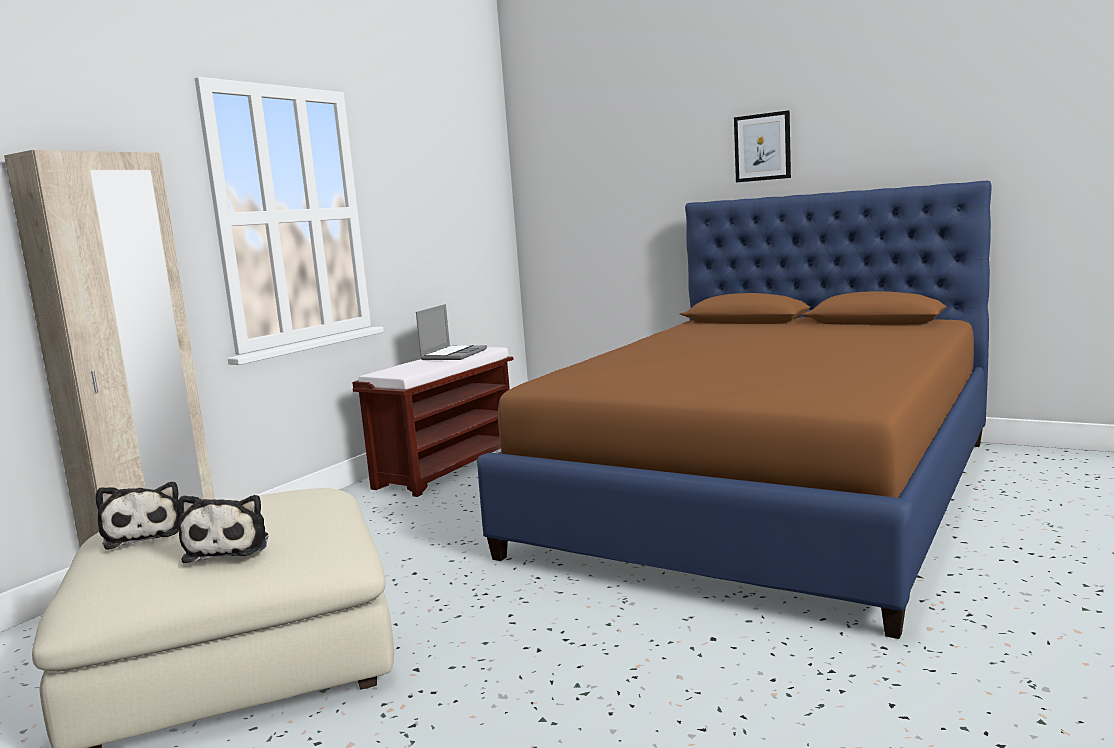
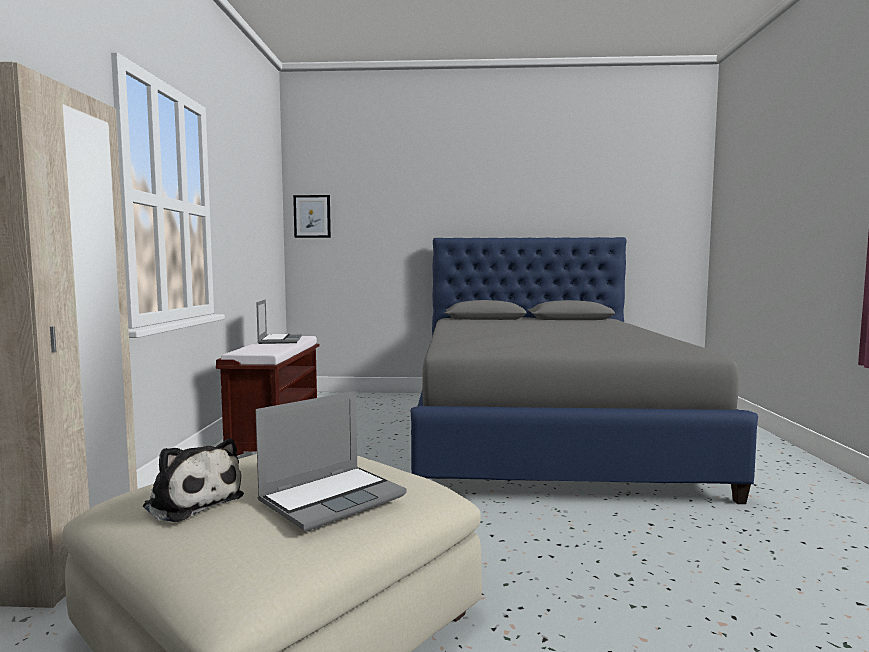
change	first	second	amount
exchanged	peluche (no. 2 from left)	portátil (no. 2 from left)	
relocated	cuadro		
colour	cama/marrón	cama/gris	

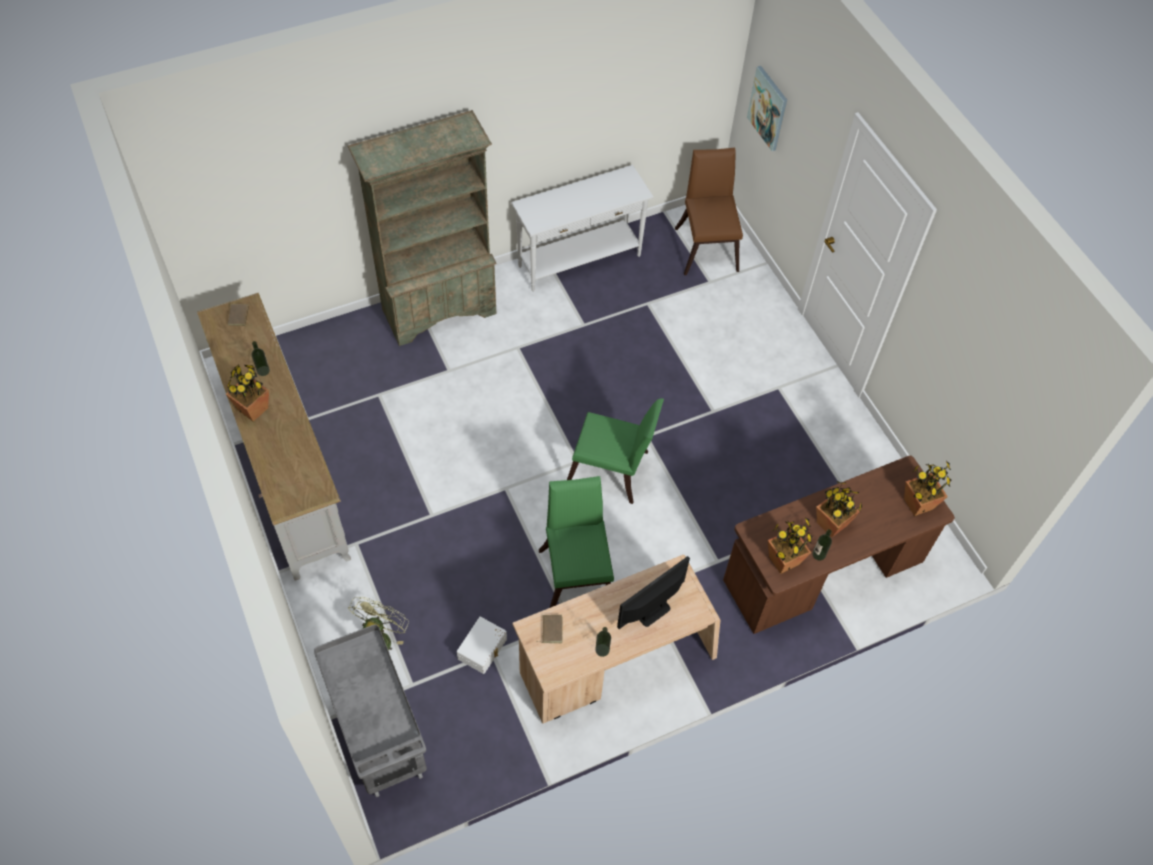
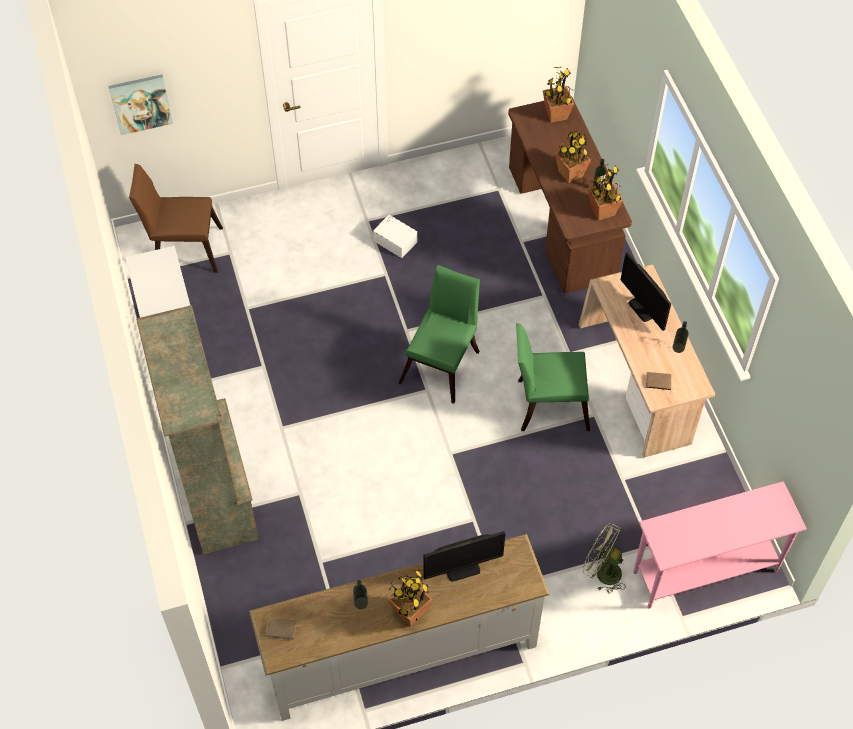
change	first	second	amount
relocated	caja de almacenaje/blanco		
appeared		monitor (no. 1 from left)	
exchanged	carrito/gris	mesa consola/rosa	

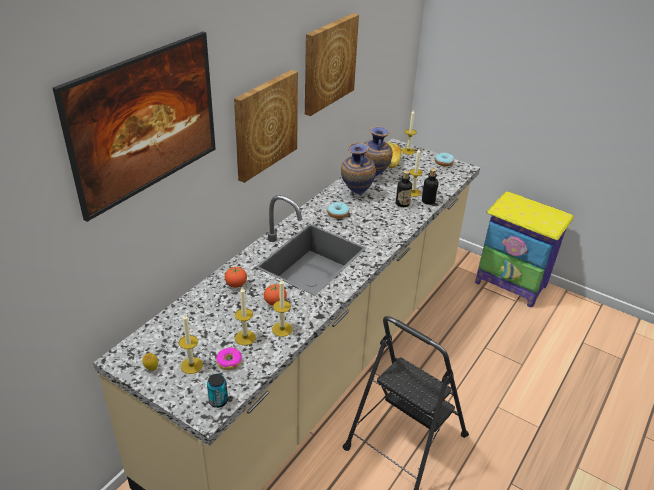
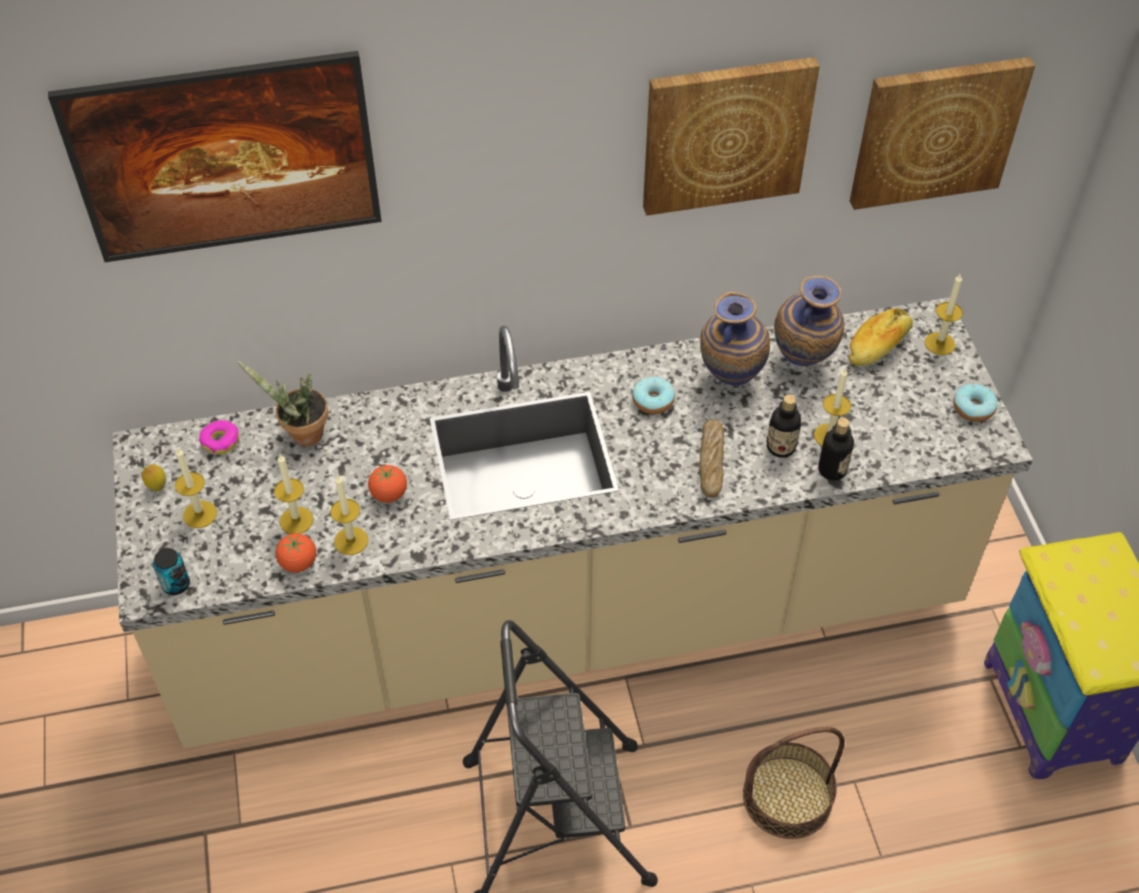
change	first	second	amount
relocated	rosquilla (no. 1 from left)		
appeared		planta en maceta	
relocated	tomate (no. 1 from left)		
appeared		pan (no. 1 from left)	
appeared		cesta	
relocated	cuadro (no. 2 from left in the first image)	cuadro (no. 3 from left)	

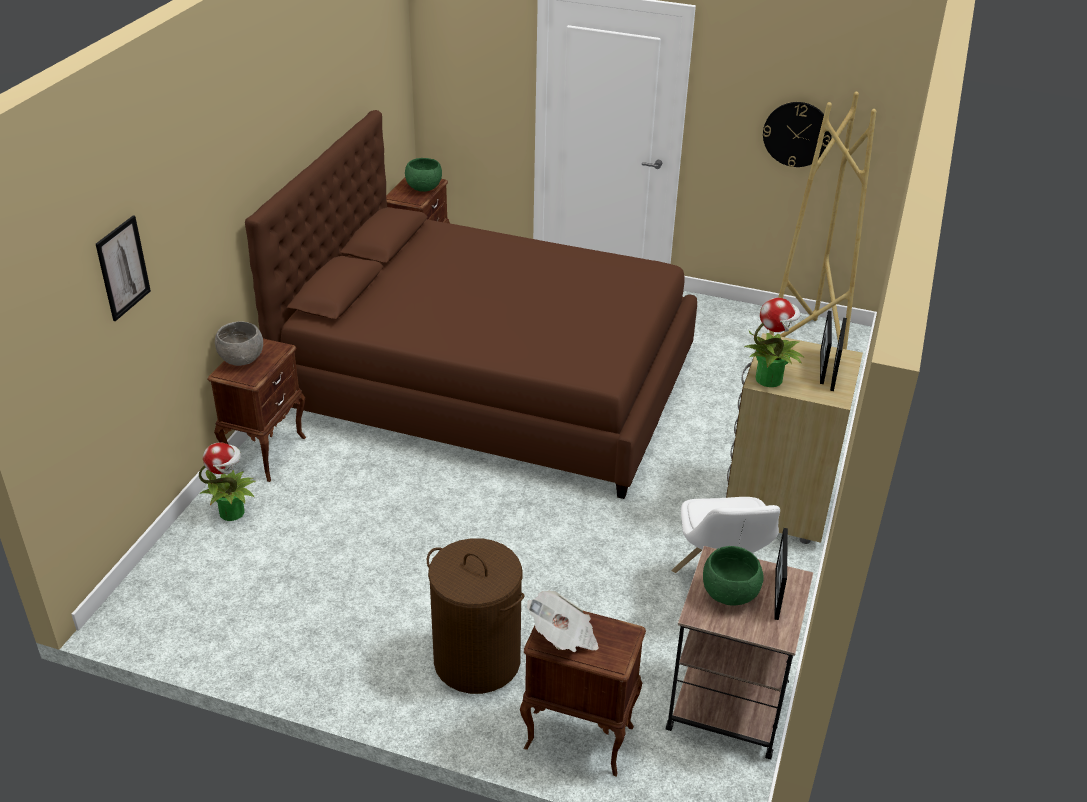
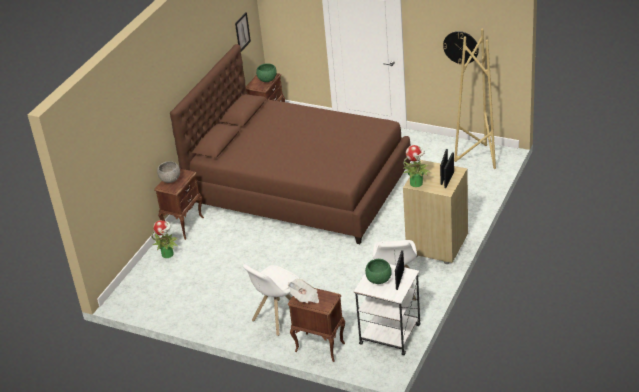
change	first	second	amount
relocated	cuadro		
exchanged	cesto de la ropa/marrón	silla/blanco (no. 1 from left)	
colour	carrito/marrón	carrito/blanco	

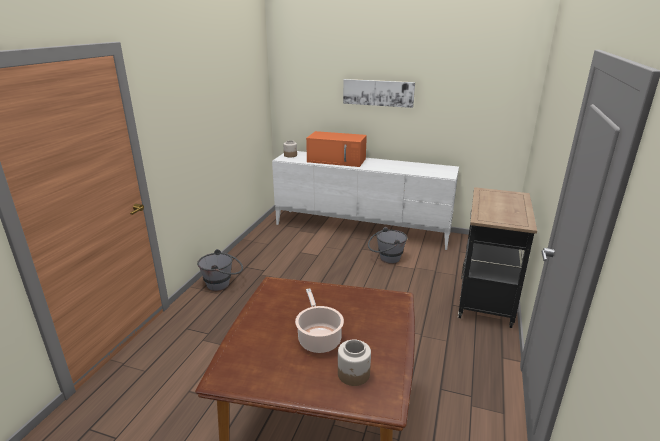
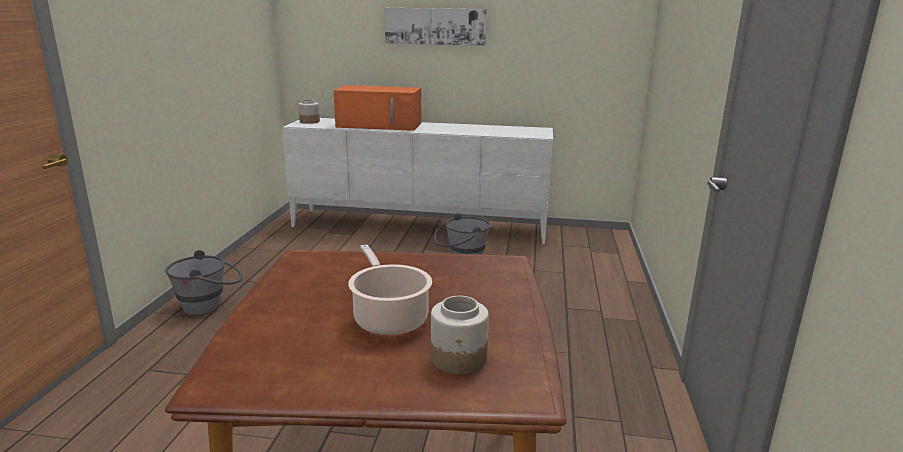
change	first	second	amount
missing	carrito/negro		

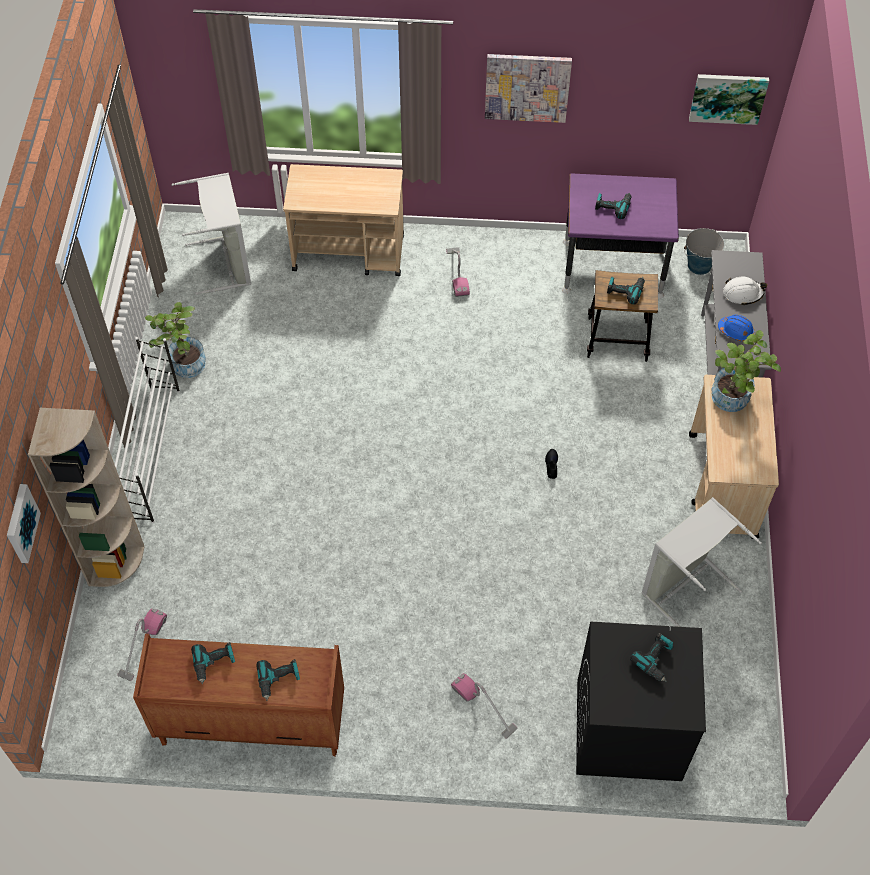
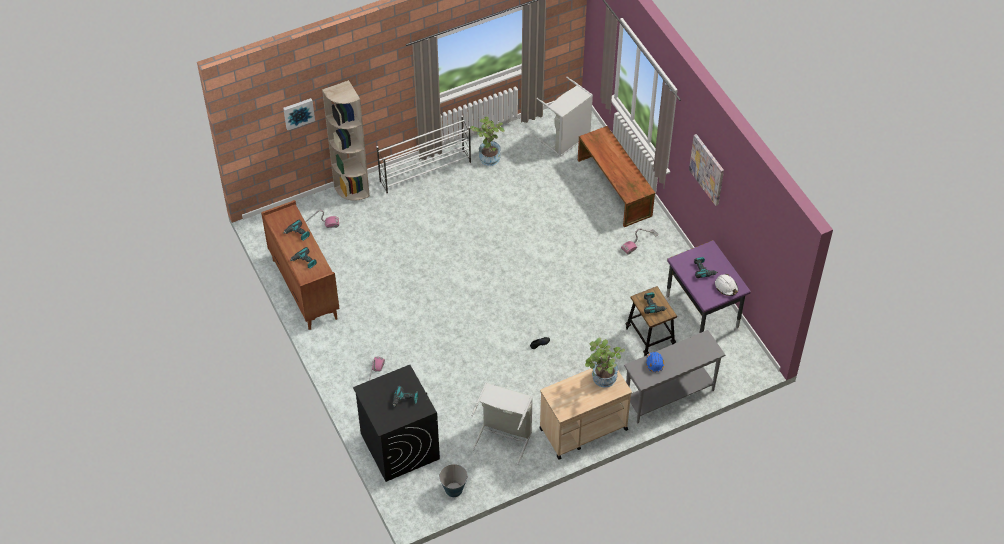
change	first	second	amount
relocated	cubo		
exchanged	carrito/beis (no. 1 from left)	banco/marrón	
relocated	casco/blanco		
missing	cuadro (no. 3 from left)		

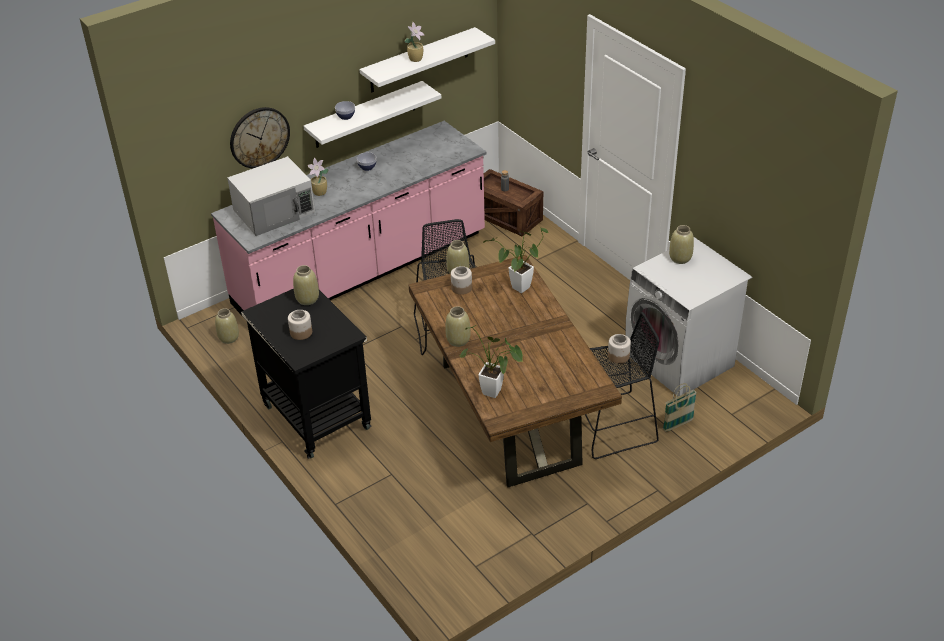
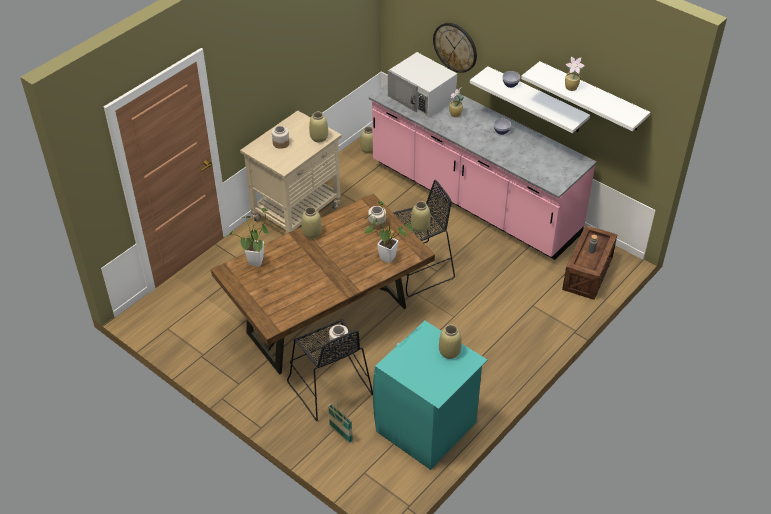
change	first	second	amount
colour	carrito/negro	carrito/beis	
colour	lavadora/blanco	lavadora/turquesa	

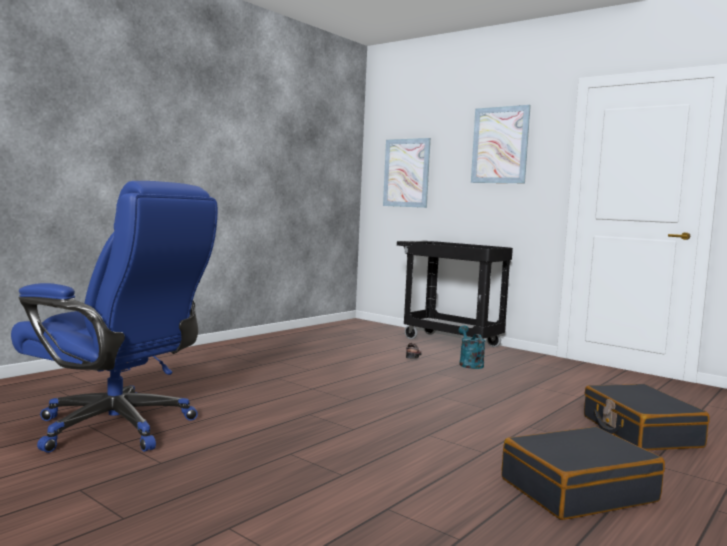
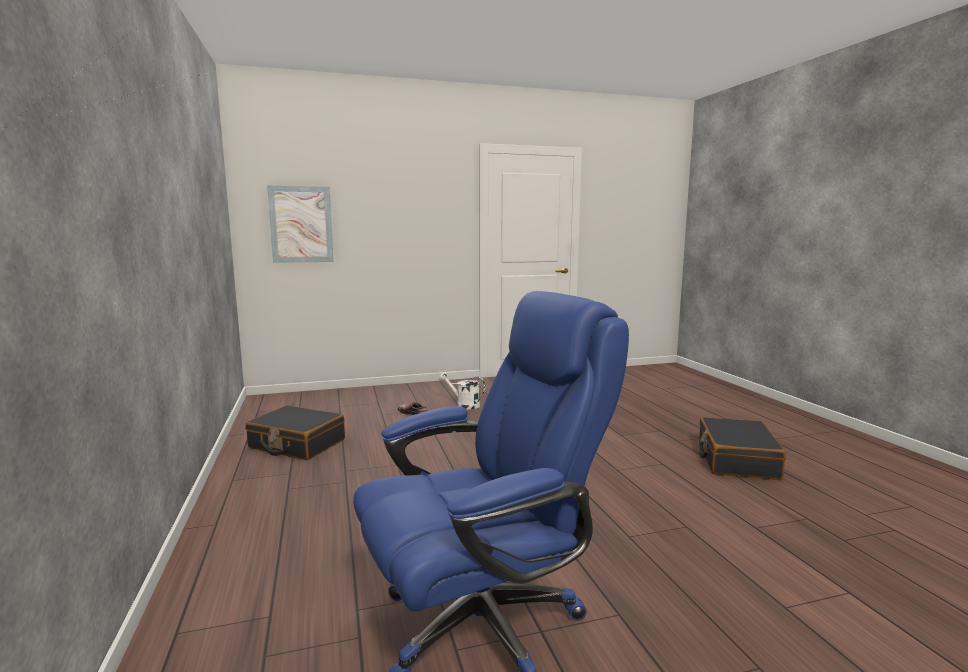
change	first	second	amount
relocated	maleta/negro (no. 2 from left in the first image)	maleta/negro (no. 1 from left)	
colour	regadera/turquesa	regadera/blanco	
missing	carrito/negro		
missing	cuadro (no. 2 from left)		

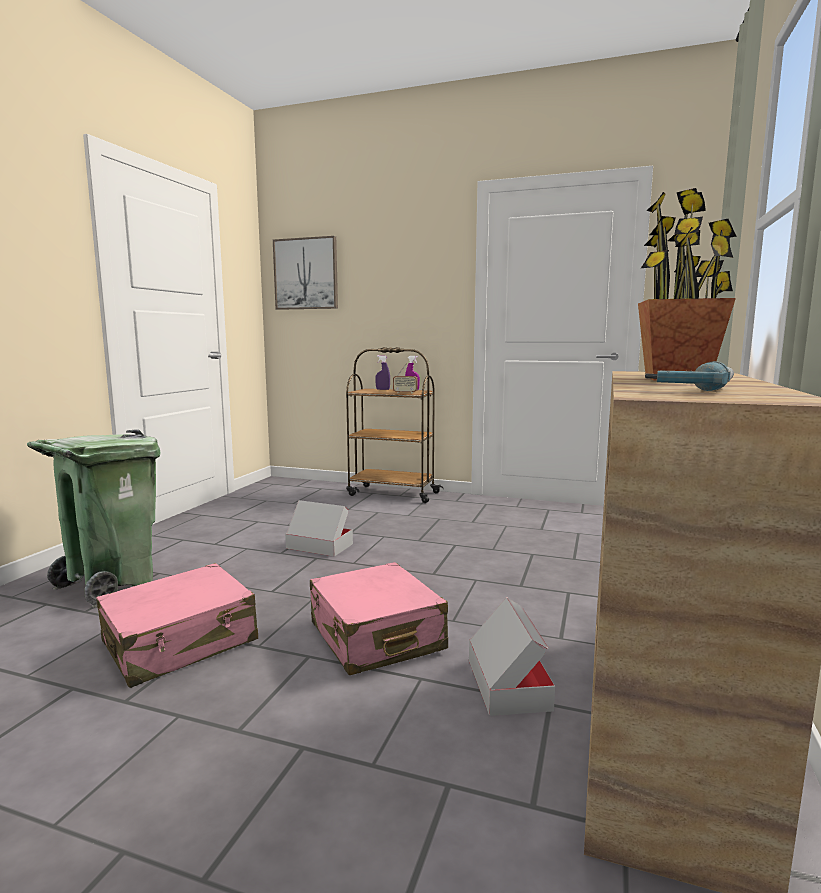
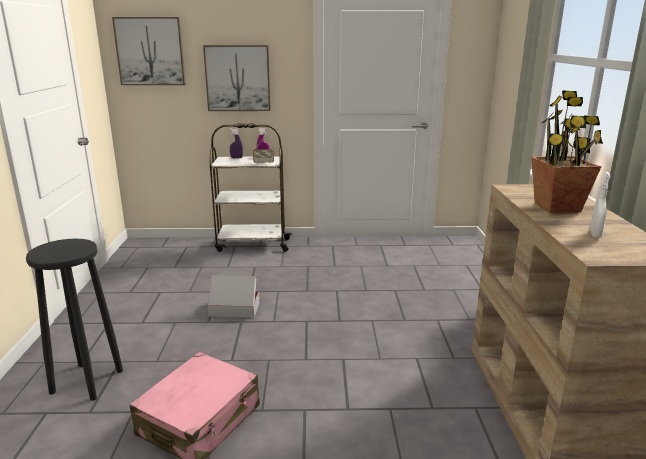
change	first	second	amount
exchanged	papelera/verde	taburete/negro	
appeared		cuadro (no. 2 from left)	
colour	carrito/marrón	carrito/blanco	
exchanged	taladro	pulverizador/blanco	
missing	maleta/rosa (no. 2 from left)		
missing	caja de cartón (no. 2 from left)		

